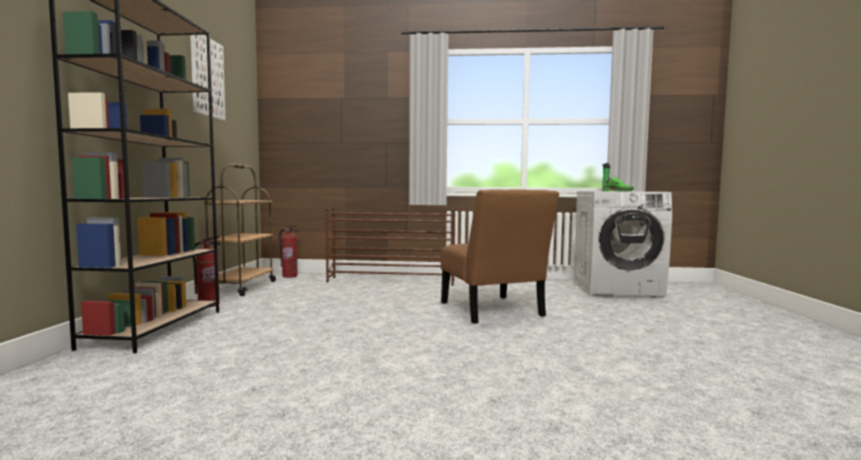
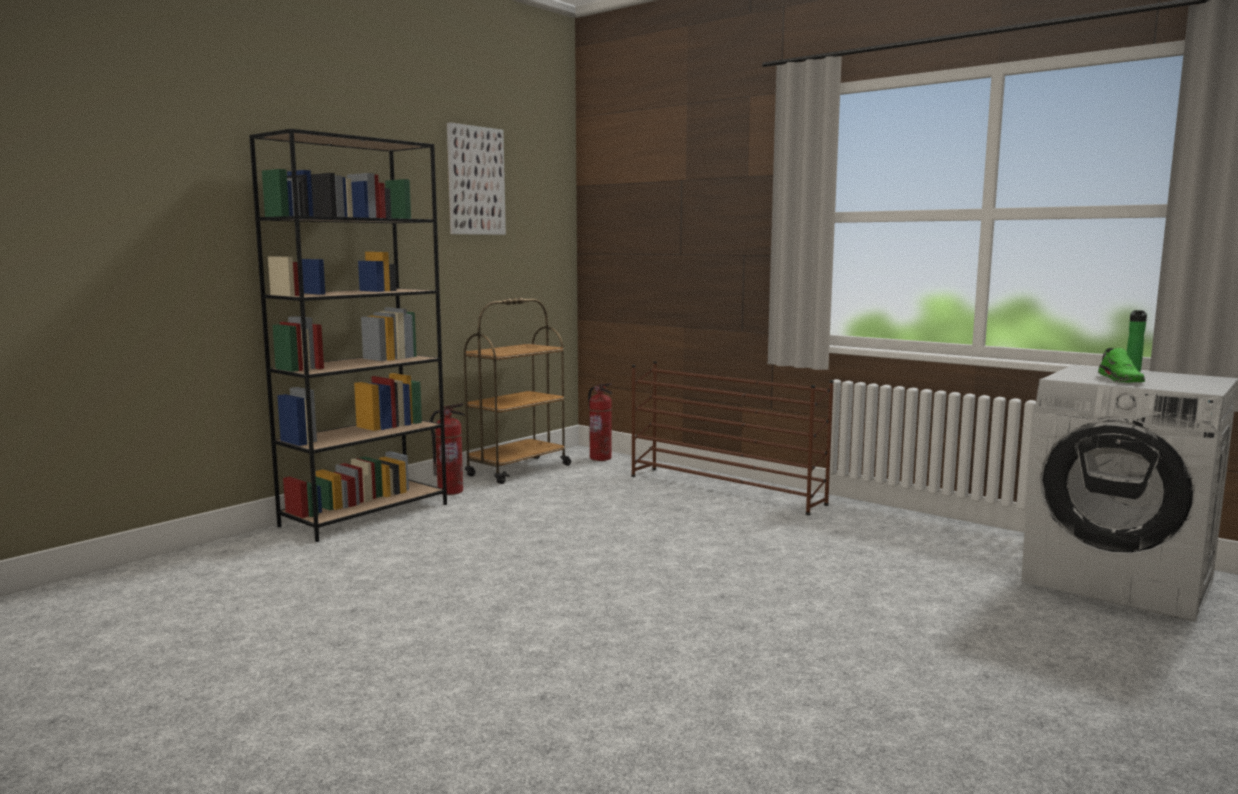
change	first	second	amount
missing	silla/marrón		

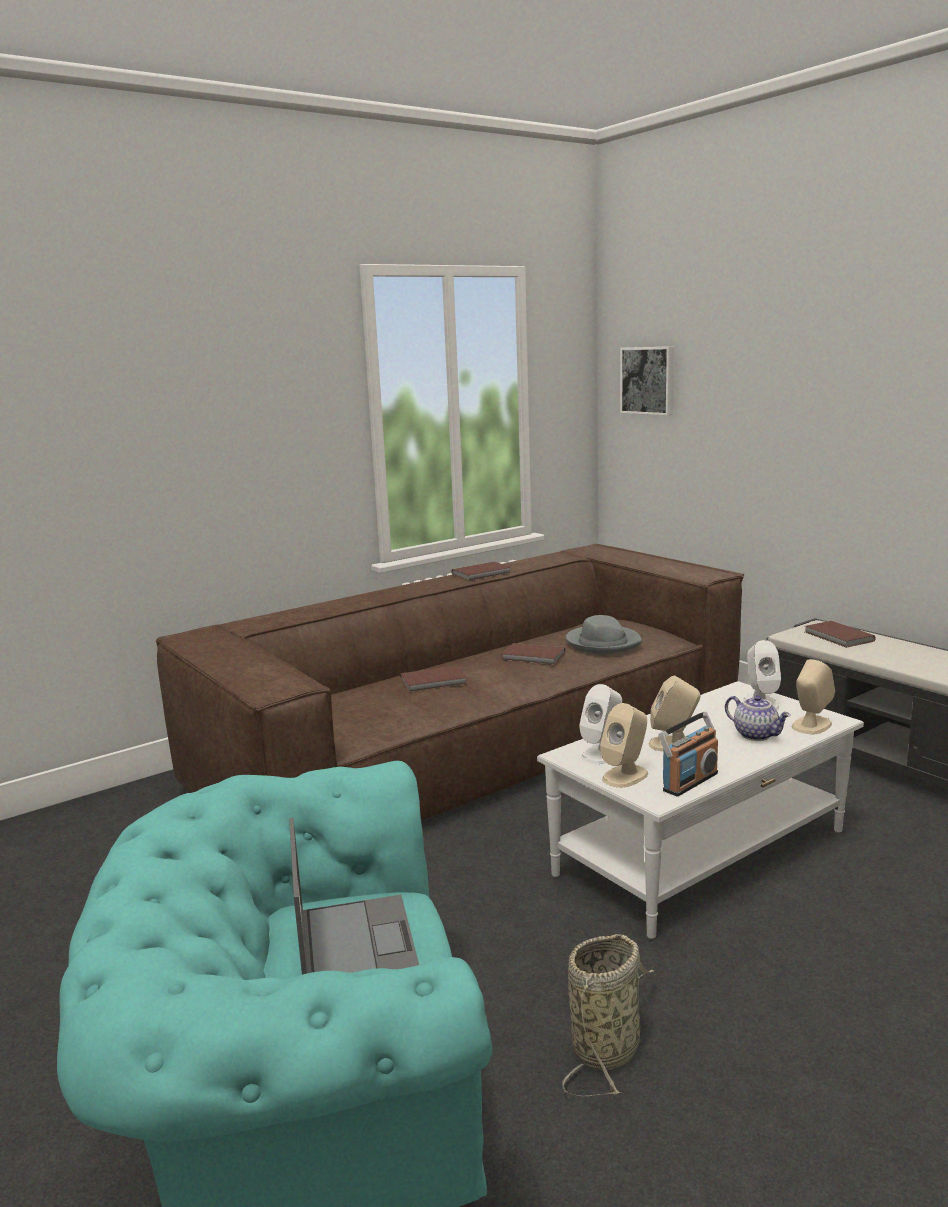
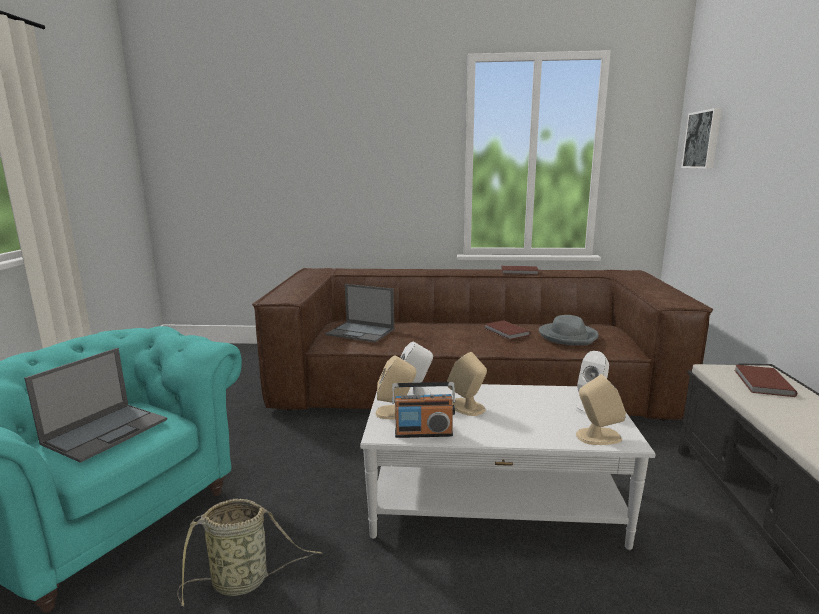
change	first	second	amount
appeared		portátil (no. 2 from left)	
missing	libro/marrón (no. 1 from left)		
missing	tetera		

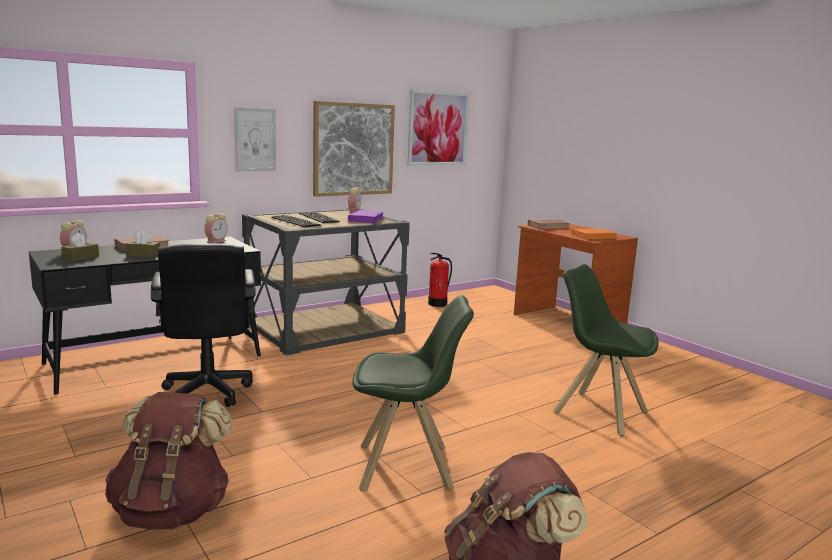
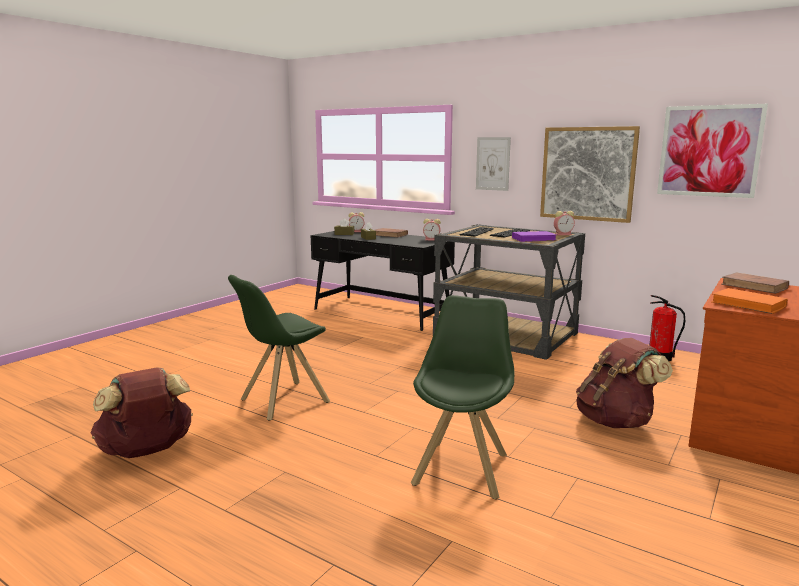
change	first	second	amount
spun	silla/verde (no. 1 from left)		75 degrees clockwise
relocated	mochila/marrón (no. 1 from left in the first image)	mochila/marrón (no. 2 from left)	
missing	silla de oficina/negro		

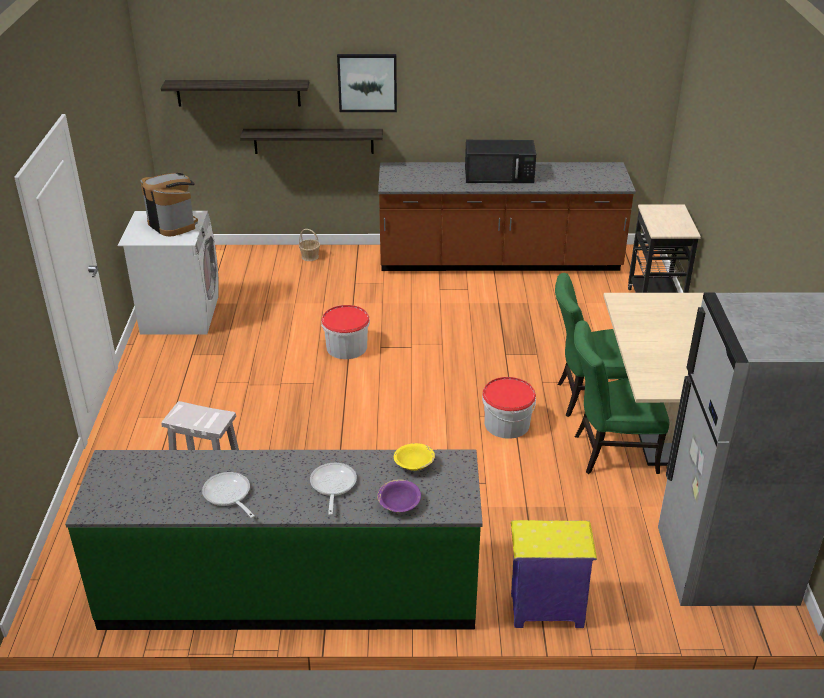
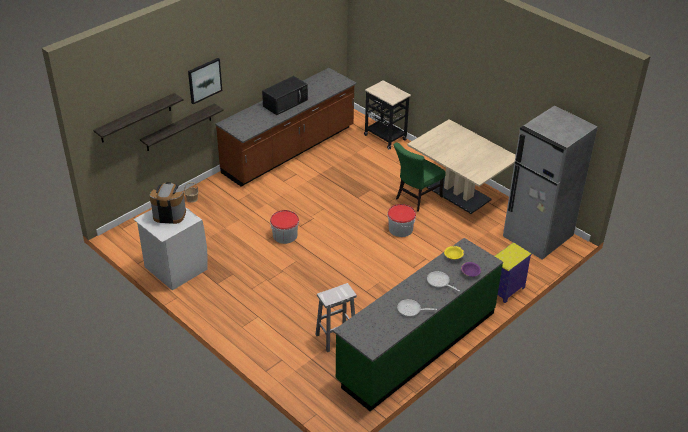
change	first	second	amount
missing	silla/verde (no. 2 from left)		

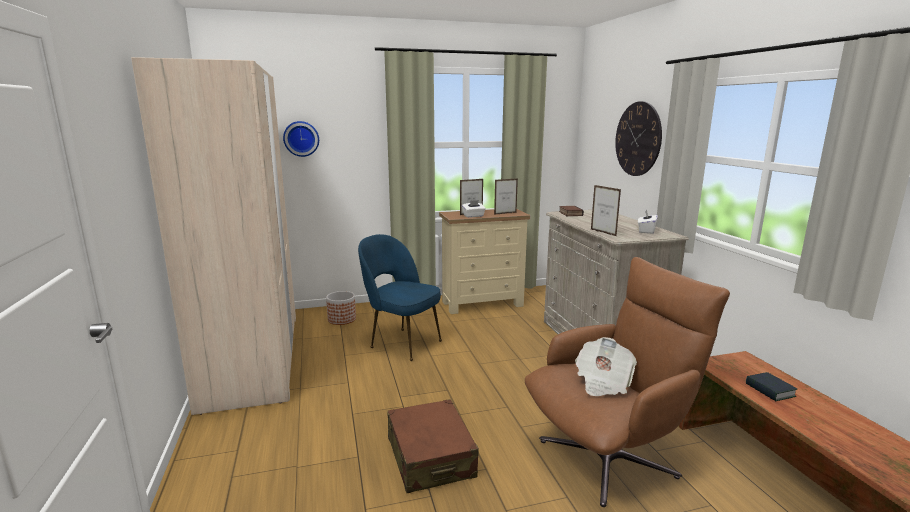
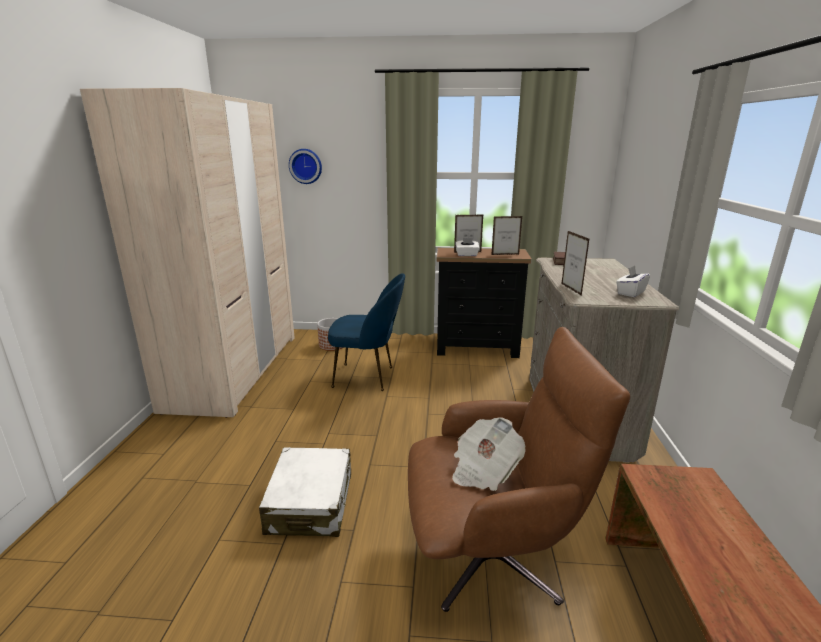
change	first	second	amount
colour	maleta/marrón	maleta/blanco	
spun	silla/azul		135 degrees clockwise
colour	cómoda/beis (no. 1 from left)	cómoda/negro	
missing	reloj de pared (no. 2 from left)		
missing	libro (no. 2 from left)		

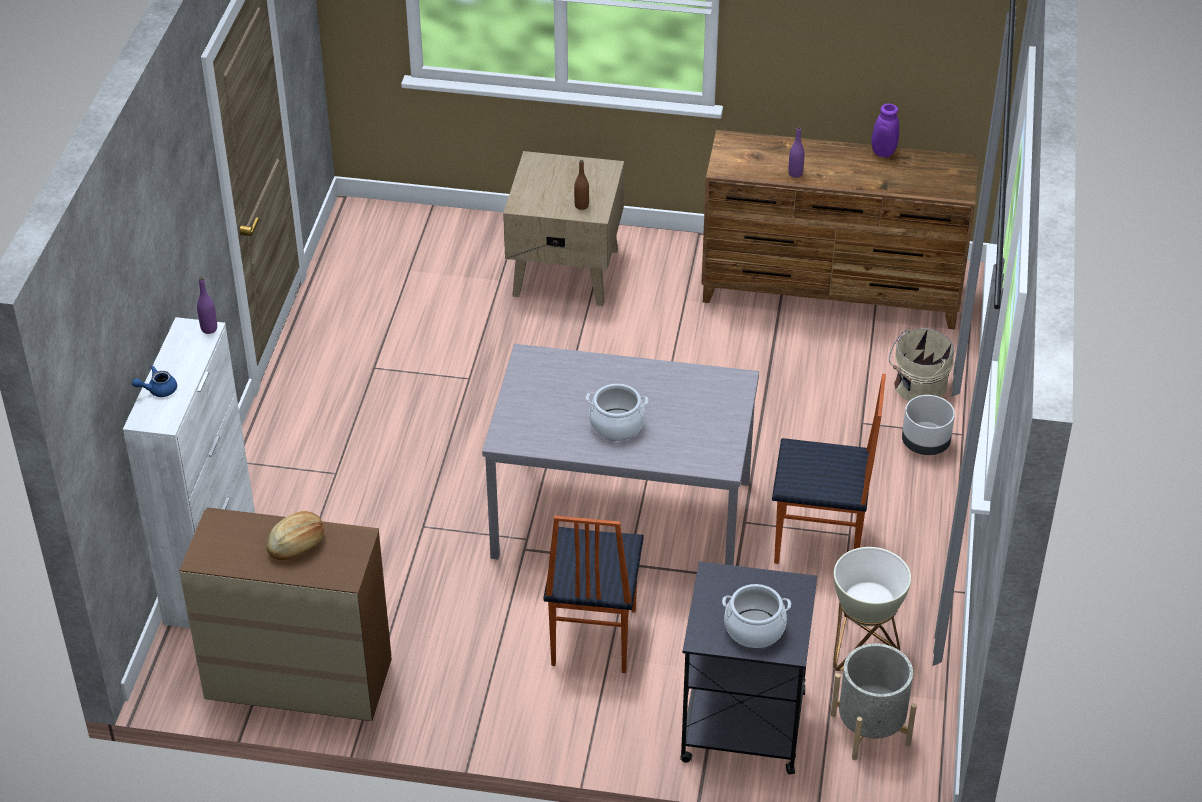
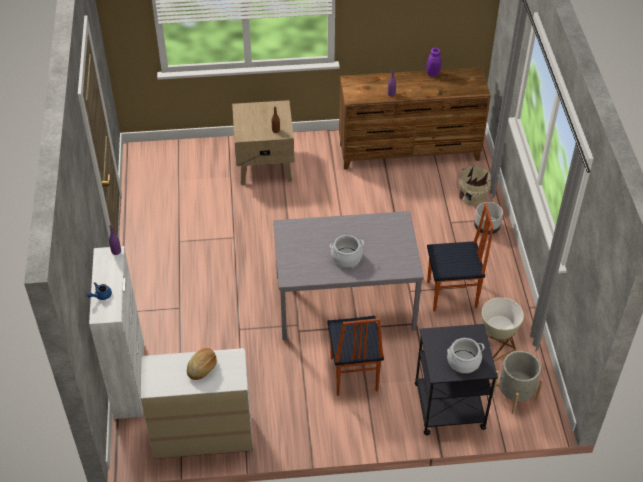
change	first	second	amount
colour	cómoda/marrón (no. 1 from left)	cómoda/blanco	

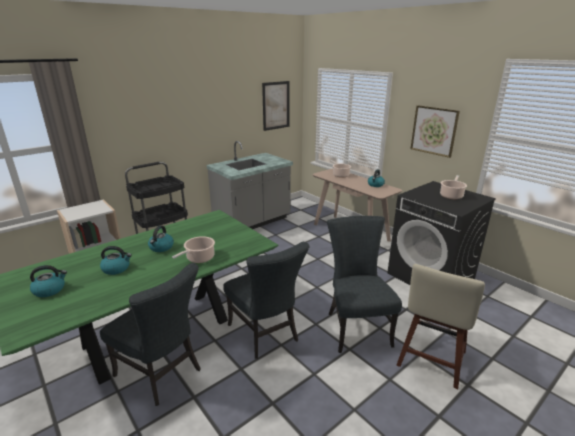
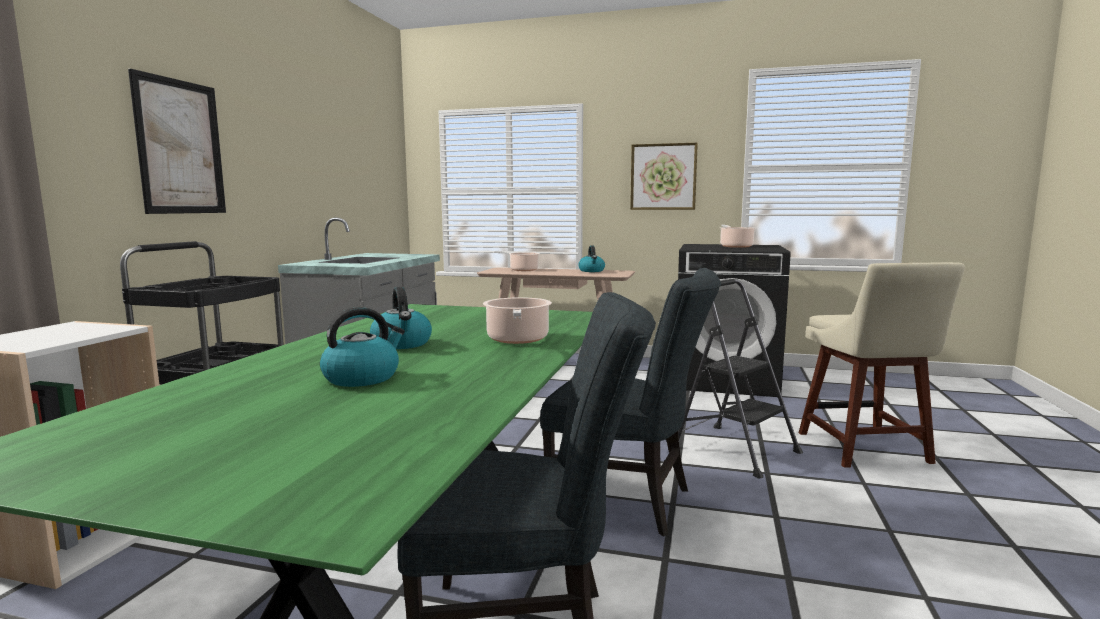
change	first	second	amount
relocated	cuadro (no. 1 from left)		
exchanged	silla/gris (no. 3 from left)	escalera de tijera/negro	
missing	hervidor (no. 1 from left)		

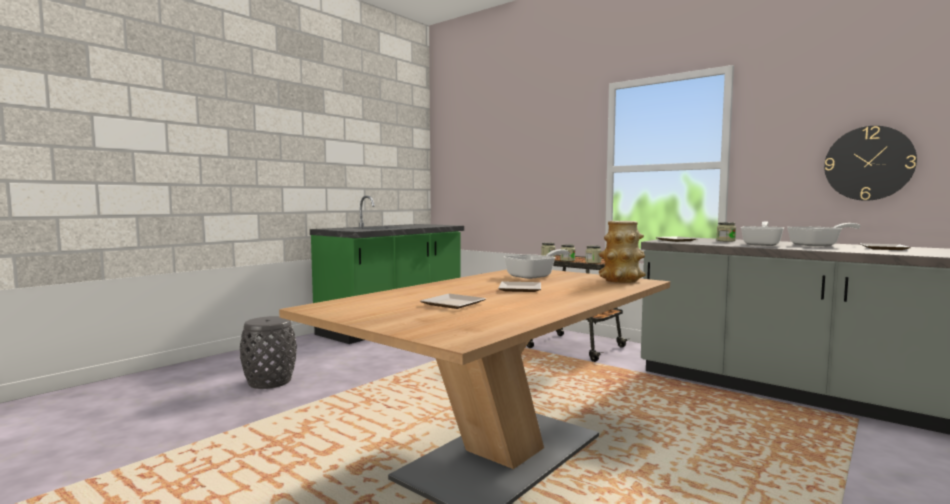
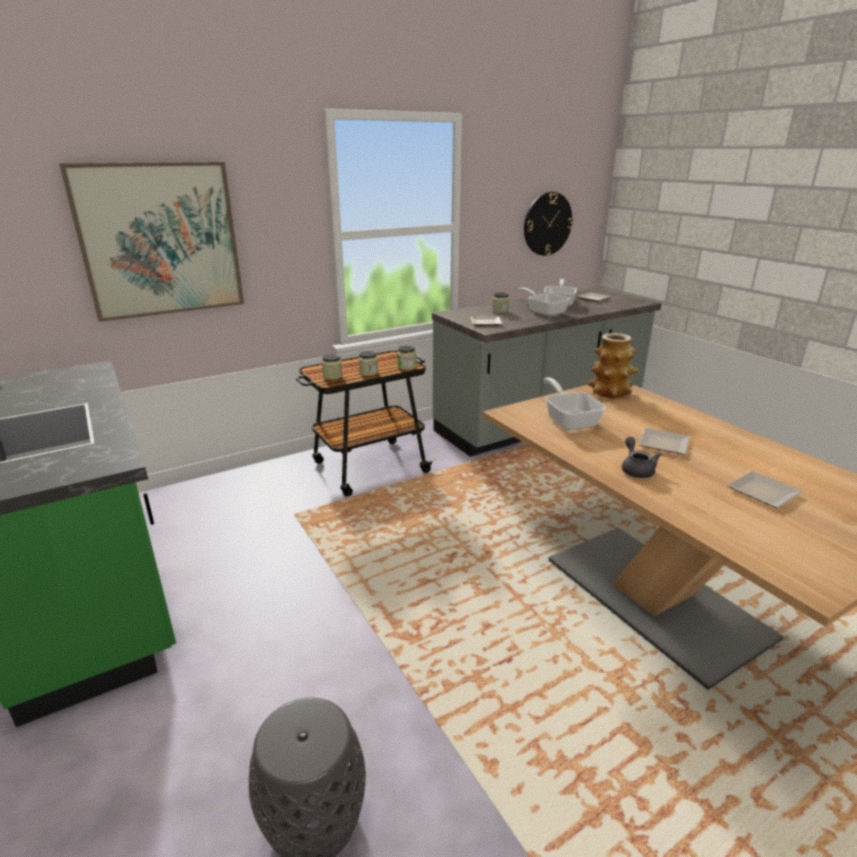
change	first	second	amount
appeared		cuadro	
appeared		tetera/gris	

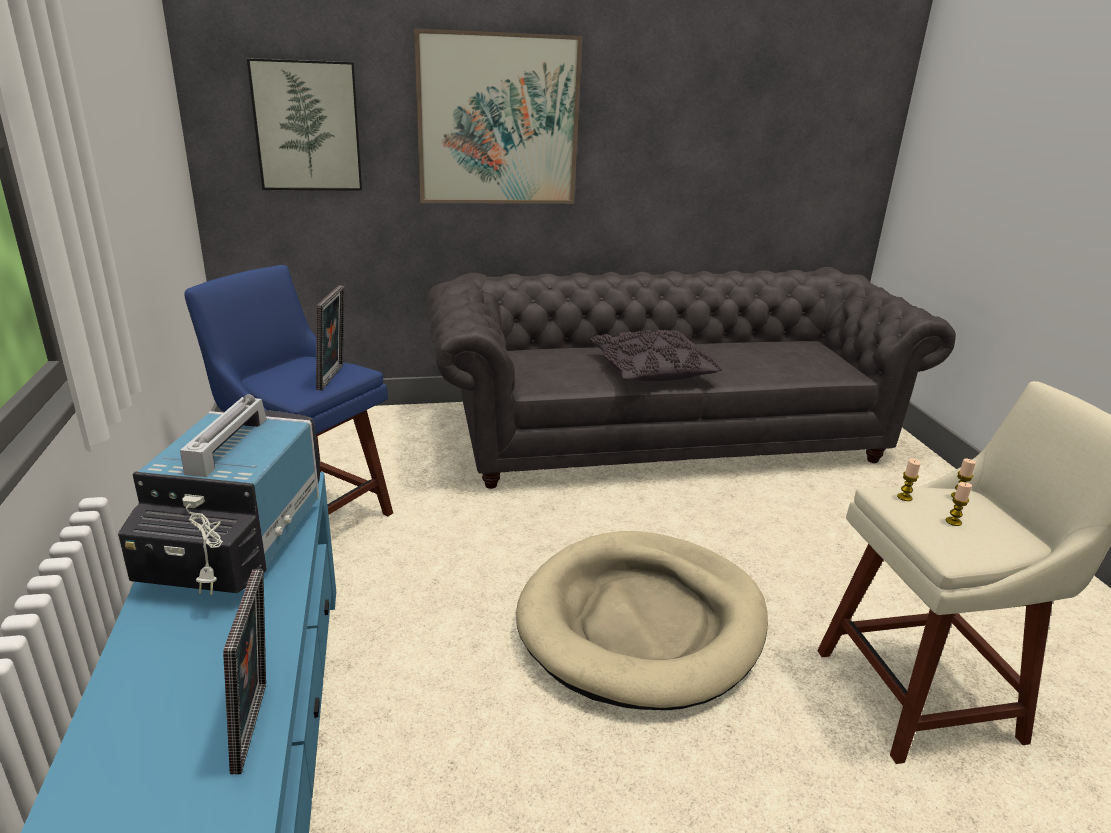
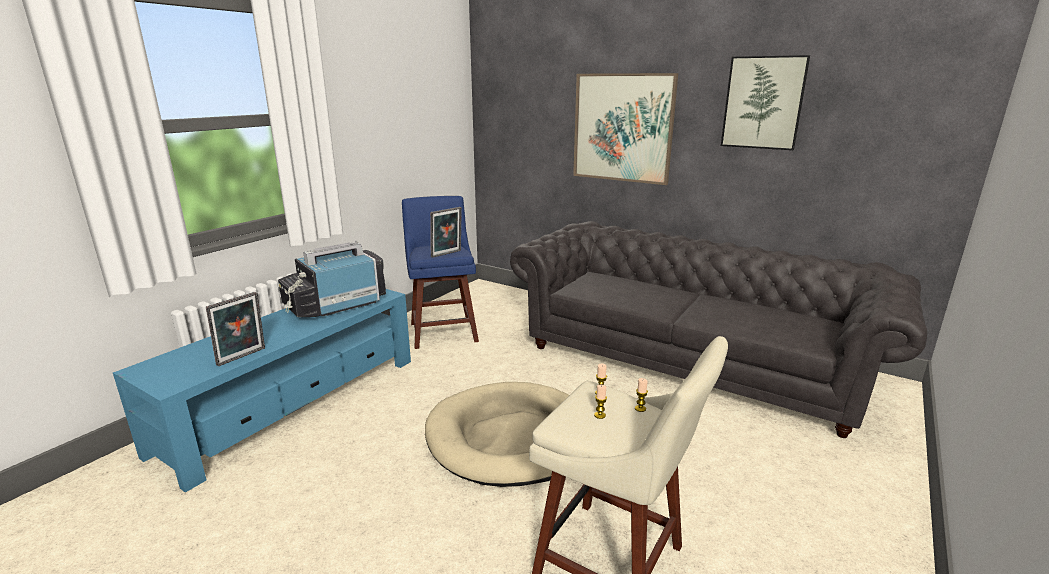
change	first	second	amount
relocated	cuadro (no. 1 from left in the first image)	cuadro (no. 2 from left)	
missing	cojín/negro		

